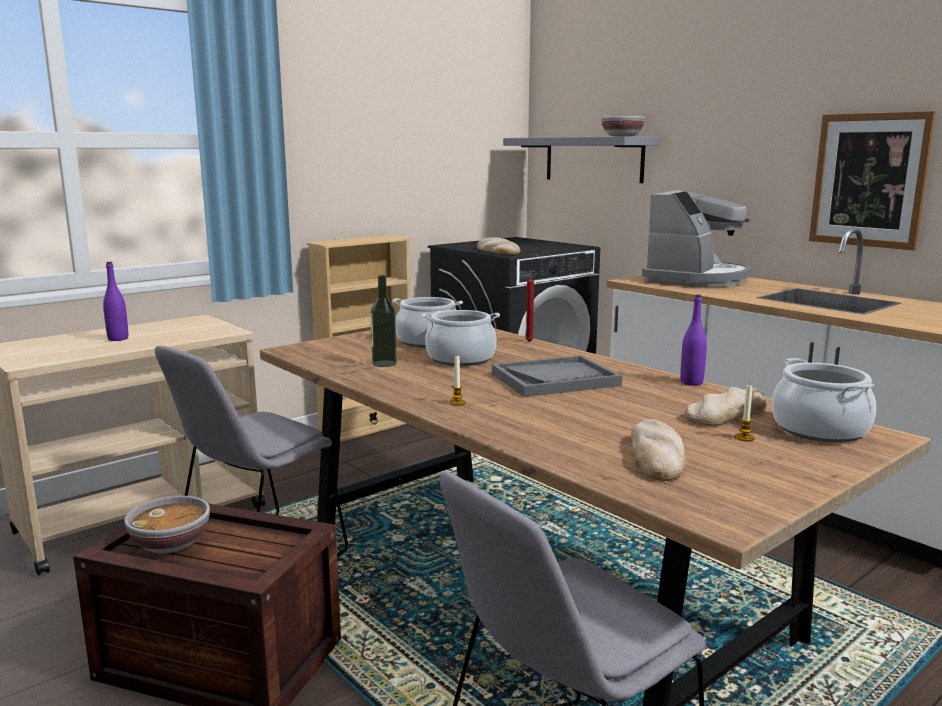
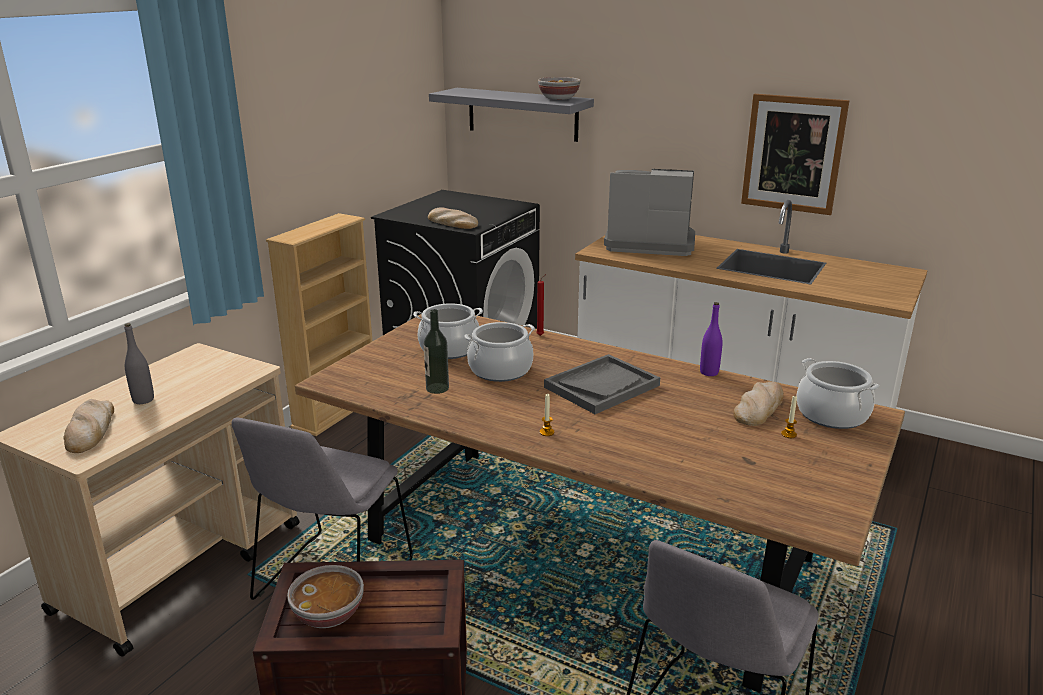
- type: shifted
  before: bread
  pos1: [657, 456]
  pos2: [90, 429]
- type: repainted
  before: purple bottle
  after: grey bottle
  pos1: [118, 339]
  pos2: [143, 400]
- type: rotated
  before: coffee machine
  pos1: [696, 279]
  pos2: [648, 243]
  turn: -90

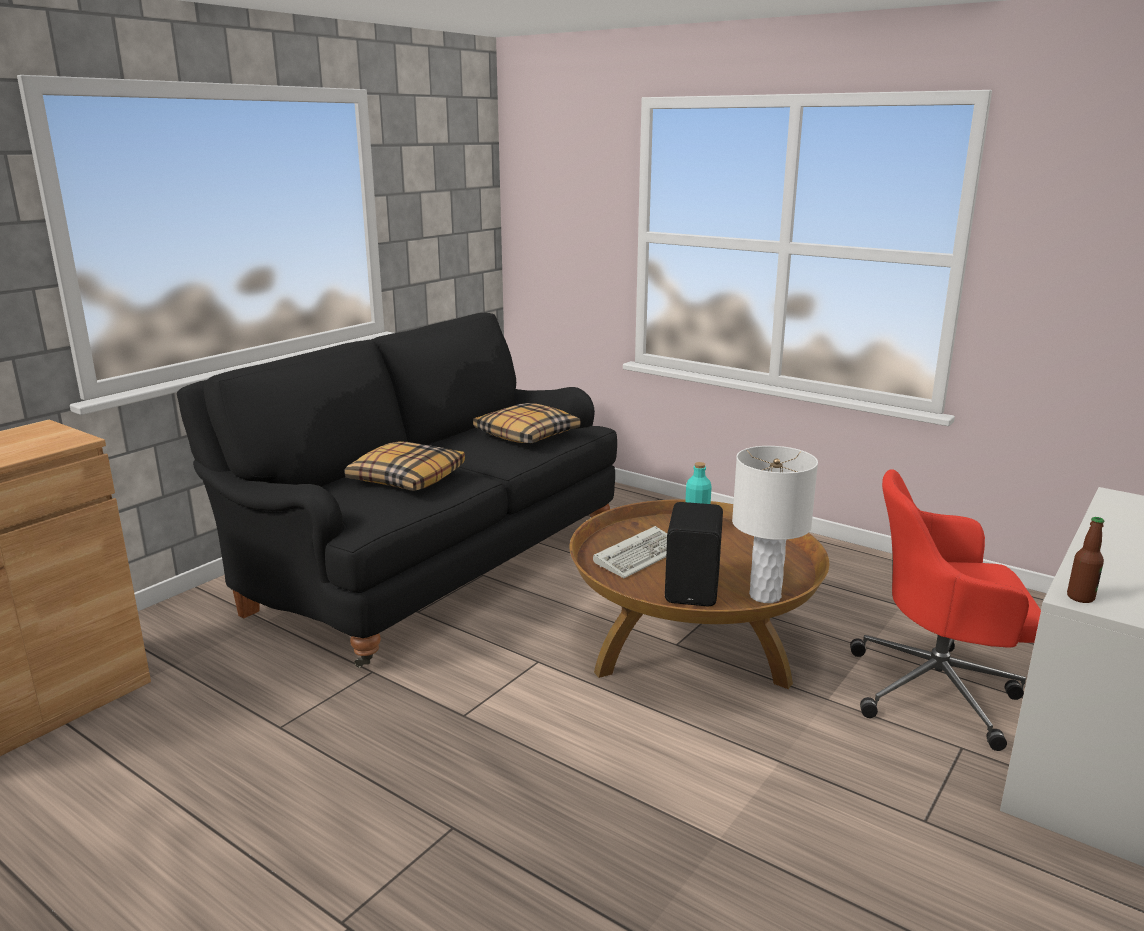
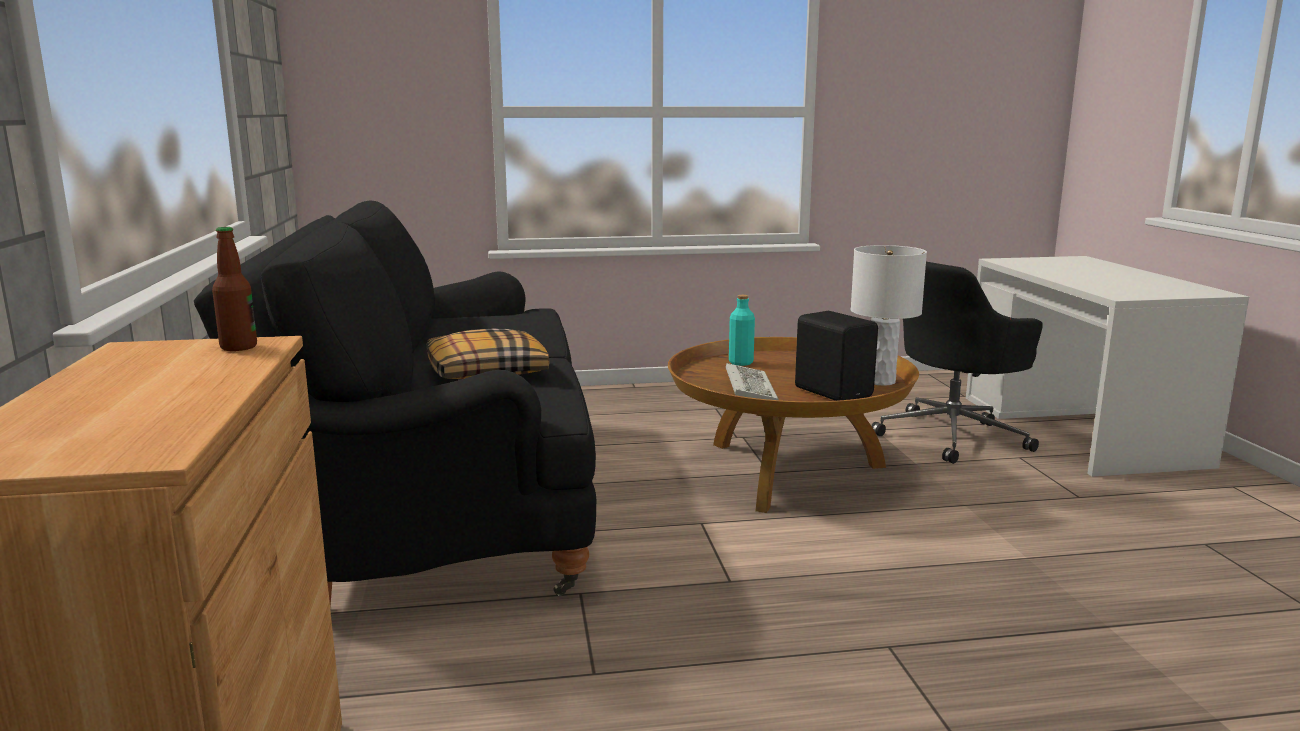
- type: shifted
  before: bottle
  pos1: [1080, 597]
  pos2: [238, 347]
- type: repainted
  before: red office chair
  after: black office chair
  pos1: [937, 691]
  pos2: [953, 436]
- type: gone
  before: pillow
  pos1: [526, 435]

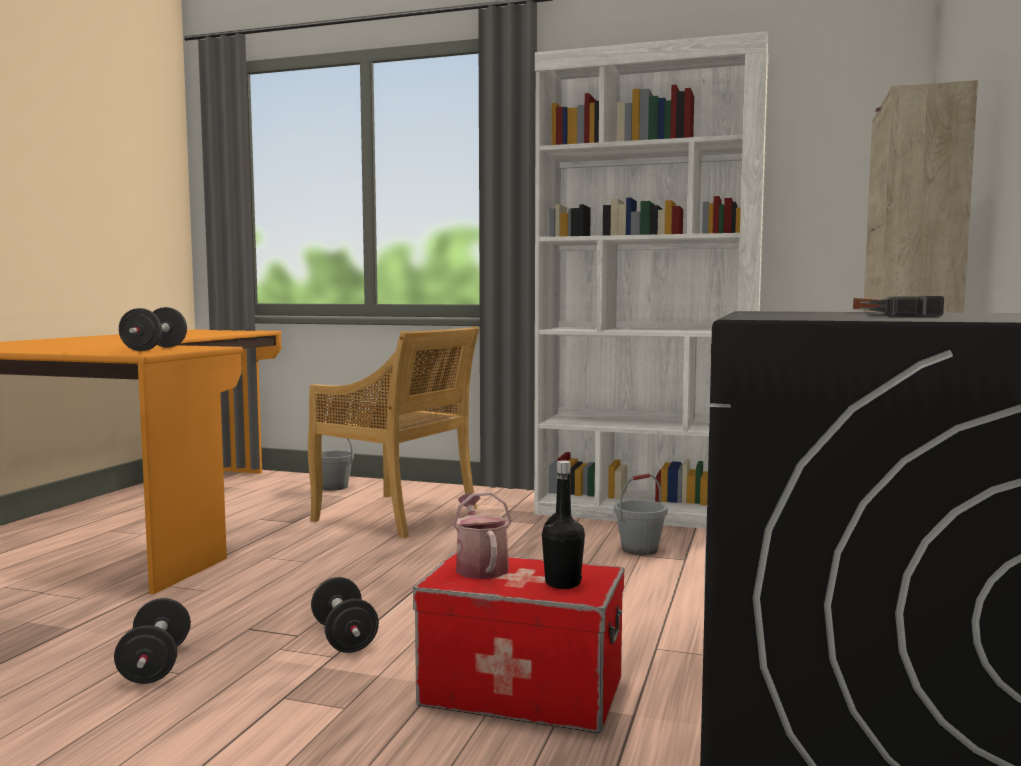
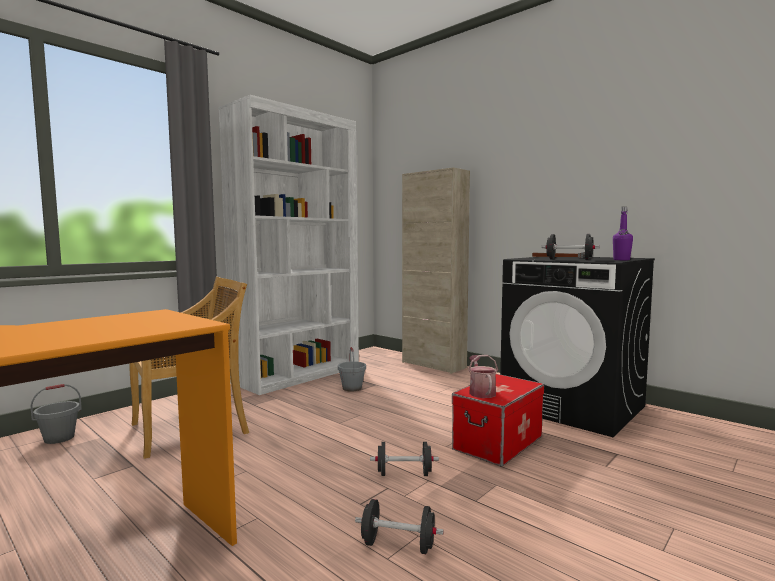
- type: rotated
  before: watering can
  pos1: [480, 566]
  pos2: [481, 392]
  turn: 75
- type: shifted
  before: black dumbbell
  pos1: [154, 349]
  pos2: [569, 259]
- type: new
  after: purple bottle
  pos2: [621, 260]
- type: gone
  before: black bottle
  pos1: [562, 583]

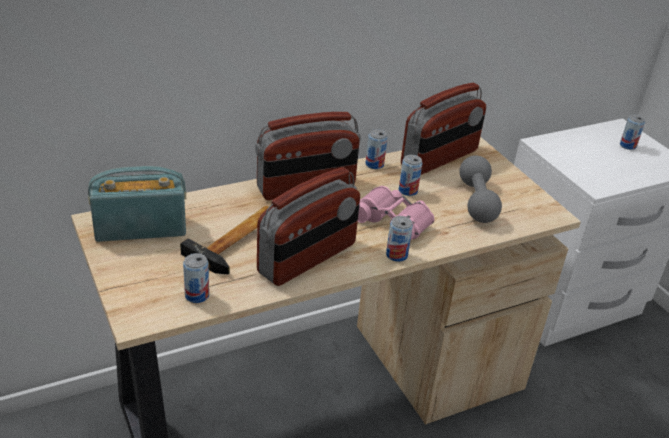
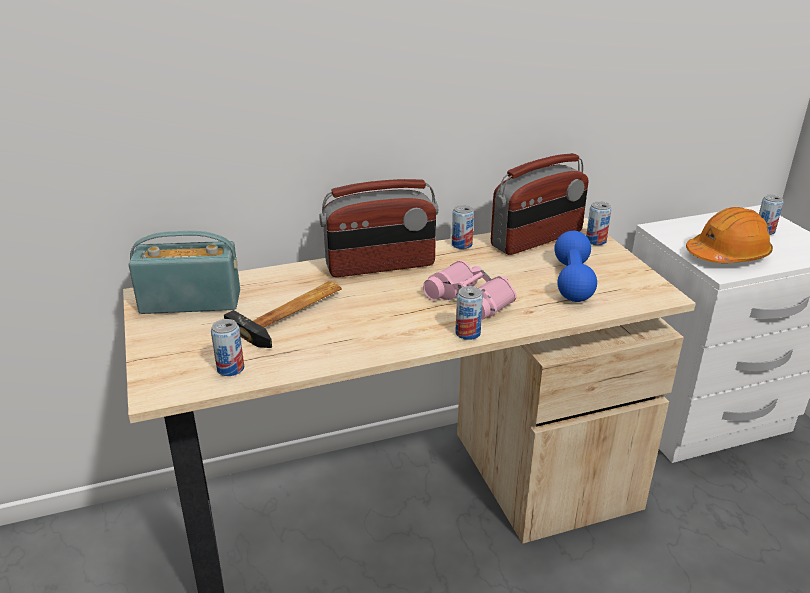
- type: repainted
  before: grey dumbbell
  after: blue dumbbell
  pos1: [477, 201]
  pos2: [572, 281]
- type: shifted
  before: can
  pos1: [408, 191]
  pos2: [596, 241]
- type: new
  after: orange hard hat
  pos2: [727, 255]
- type: gone
  before: radio
  pos1: [308, 259]

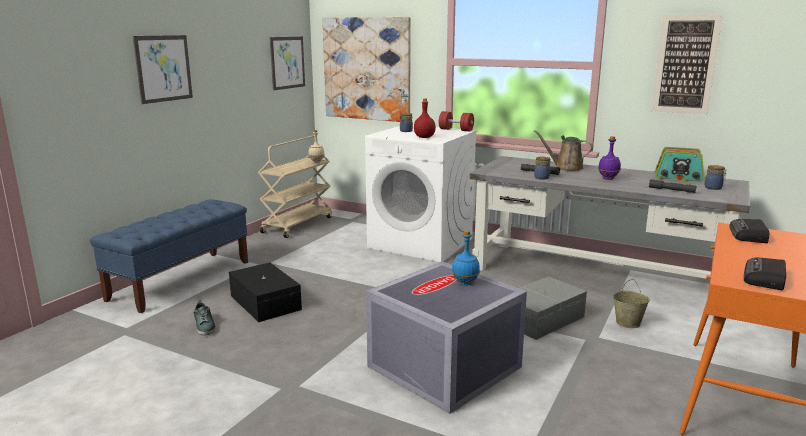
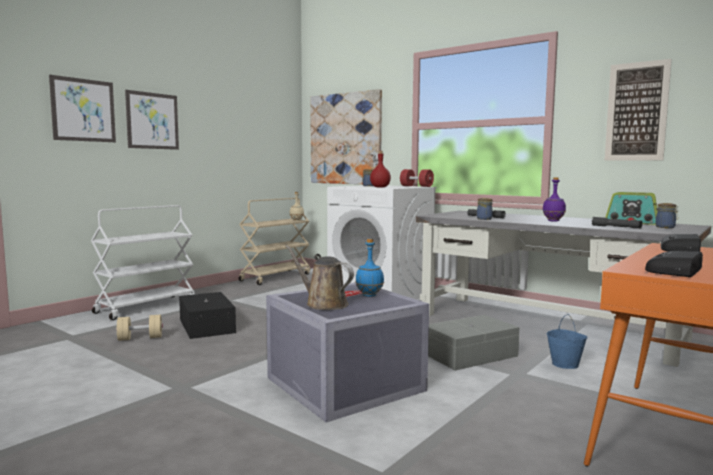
- type: shifted
  before: picture
  pos1: [287, 62]
  pos2: [83, 110]
- type: swapped
  before: blue bench
  after: white cart
  pos1: [181, 280]
  pos2: [146, 307]
- type: swapped
  before: shoe
  after: beige dumbbell
  pos1: [205, 326]
  pos2: [140, 338]
- type: shifted
  before: brown watering can
  pos1: [565, 167]
  pos2: [323, 304]
- type: repainted
  before: beige bucket
  after: blue bucket
  pos1: [628, 323]
  pos2: [565, 364]

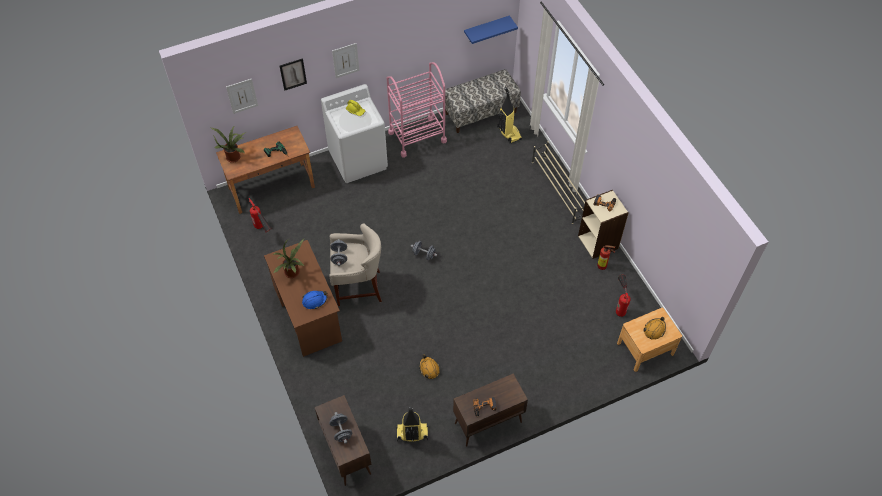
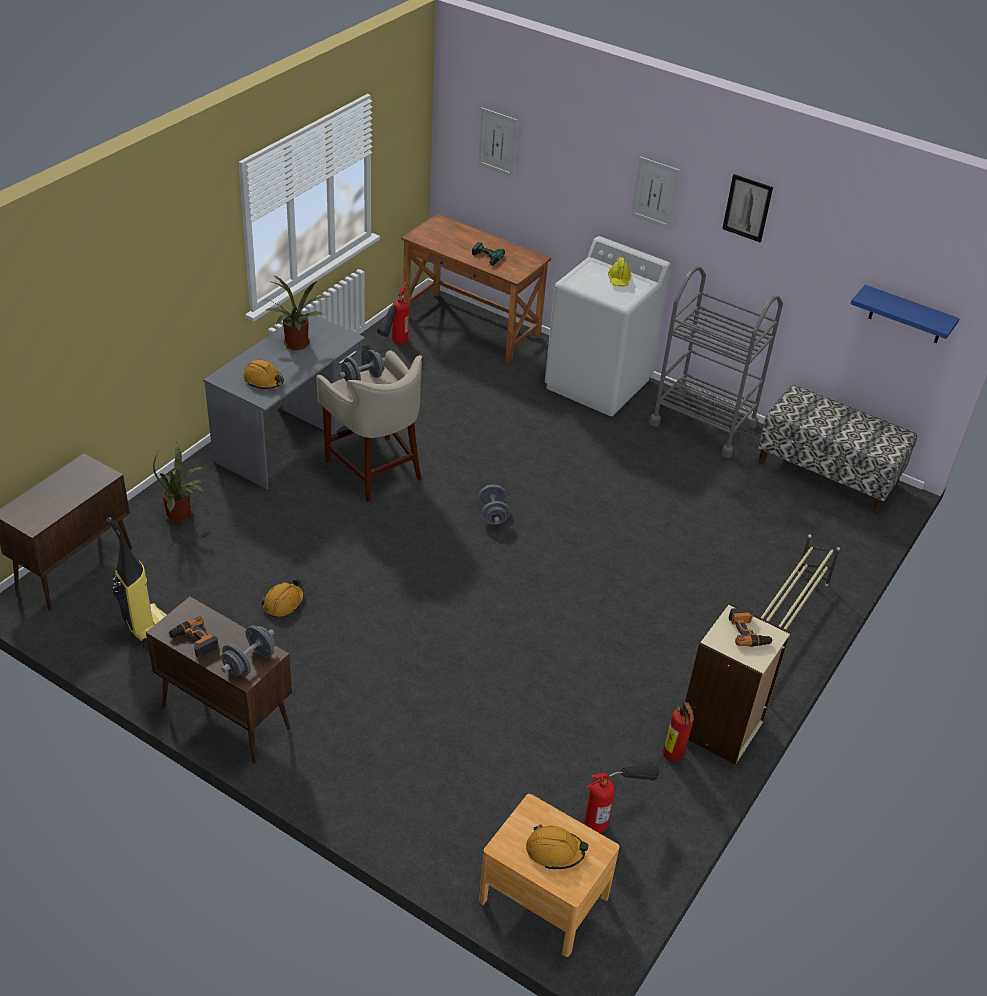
- type: shifted
  before: potted plant
  pos1: [234, 156]
  pos2: [182, 515]
- type: repainted
  before: brown desk
  after: grey desk
  pos1: [307, 313]
  pos2: [290, 438]
- type: shifted
  before: grey dumbbell
  pos1: [341, 431]
  pos2: [249, 662]
- type: repainted
  before: blue hard hat
  after: orange hard hat
  pos1: [314, 300]
  pos2: [263, 380]
- type: repainted
  before: pink cart
  after: grey cart
  pos1: [417, 137]
  pos2: [703, 424]
- type: shifted
  before: picture
  pos1: [293, 74]
  pos2: [747, 208]
- type: gone
  before: vacuum cleaner
  pos1: [508, 133]

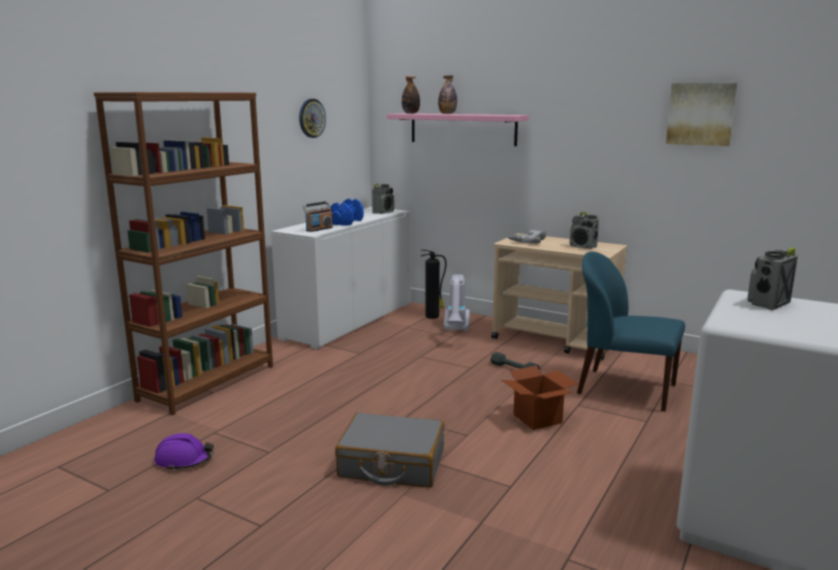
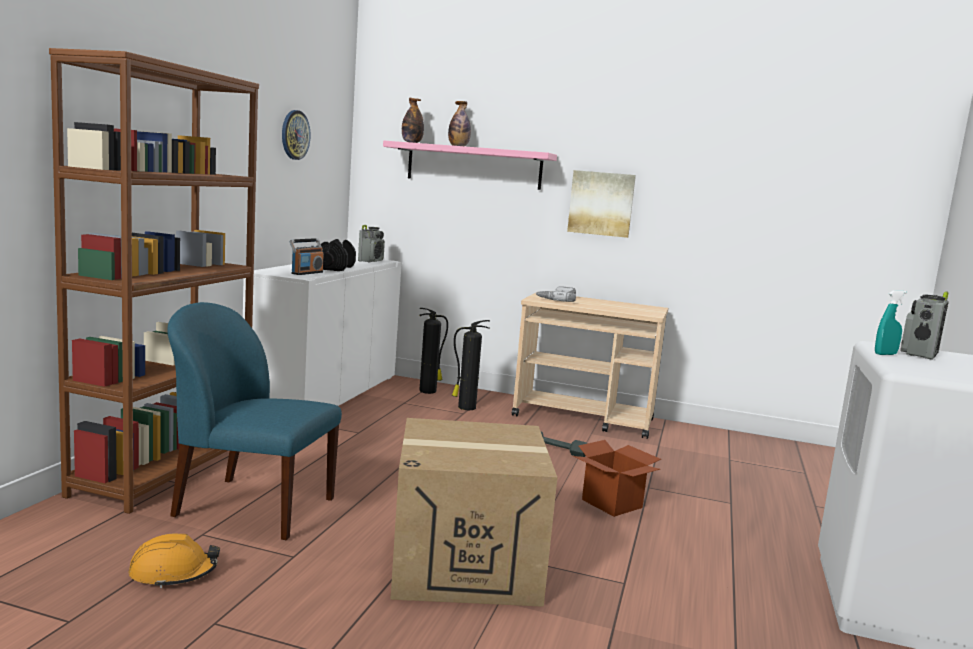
- type: repainted
  before: purple hard hat
  after: orange hard hat
  pos1: [184, 460]
  pos2: [173, 573]
- type: shifted
  before: blue chair
  pos1: [624, 389]
  pos2: [252, 507]
- type: repainted
  before: blue dumbbell
  after: black dumbbell
  pos1: [346, 222]
  pos2: [335, 268]
- type: swapped
  before: grey suitcase
  after: cardboard box
  pos1: [391, 464]
  pos2: [466, 564]
- type: swapped
  before: vacuum cleaner
  after: fire extinguisher
  pos1: [456, 331]
  pos2: [465, 407]
- type: shifted
  before: picture
  pos1: [700, 114]
  pos2: [601, 203]
- type: new
  after: turquoise spray bottle
  pos2: [885, 354]
- type: gone
  before: radio
  pos1: [583, 247]

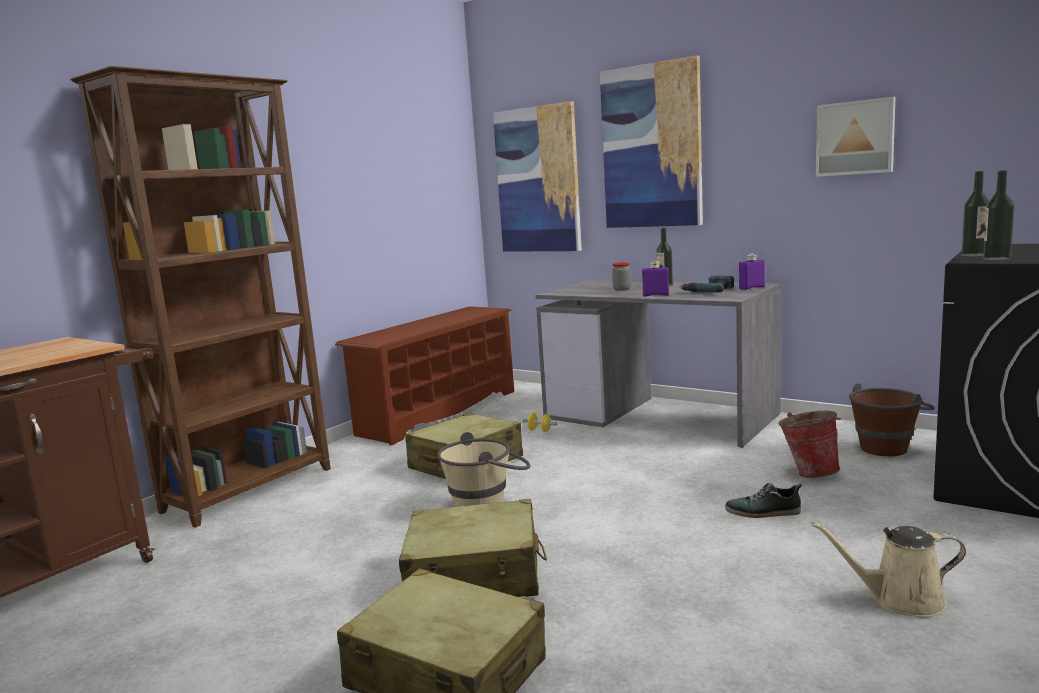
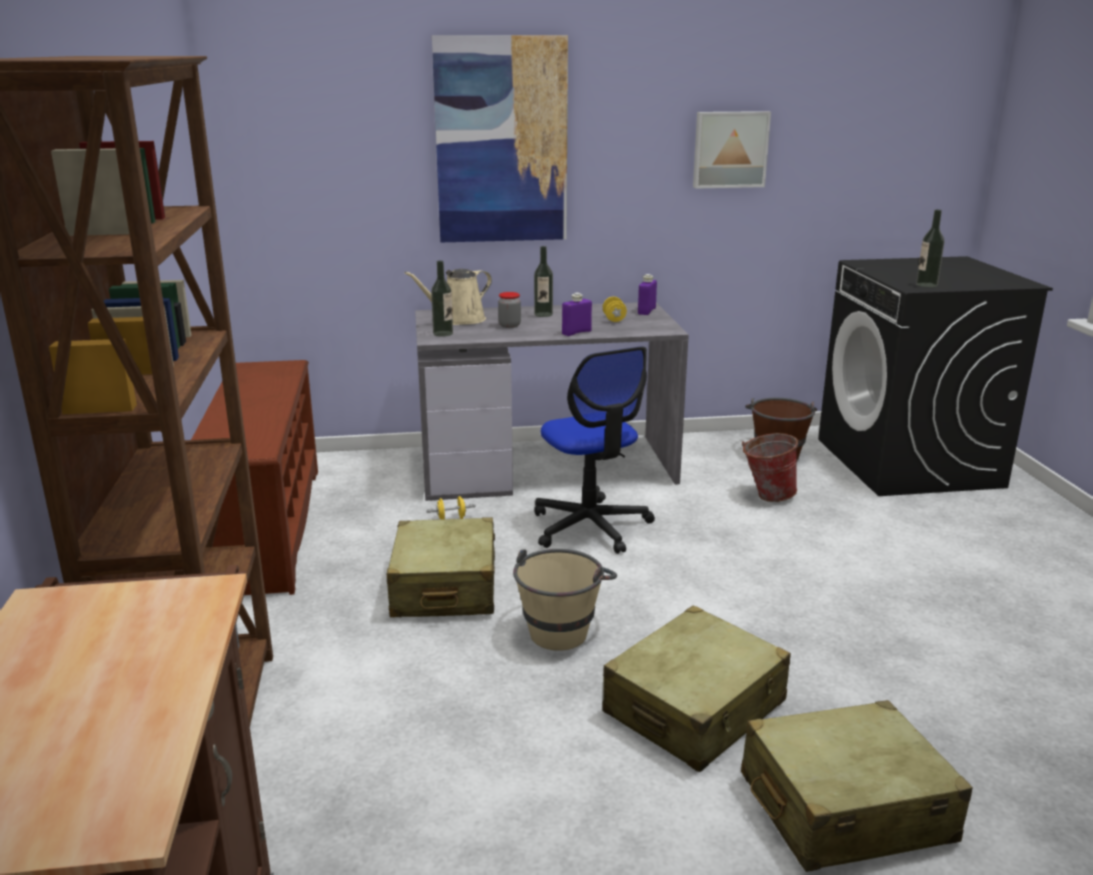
- type: shifted
  before: beige watering can
  pos1: [900, 600]
  pos2: [459, 320]
- type: shifted
  before: bottle
  pos1: [974, 255]
  pos2: [443, 333]
- type: new
  after: office chair
  pos2: [590, 527]
- type: swapped
  before: power drill
  after: yellow dumbbell
  pos1: [709, 290]
  pos2: [614, 319]
- type: gone
  before: picture
  pos1: [538, 180]
- type: gone
  before: shoe
  pos1: [763, 512]

